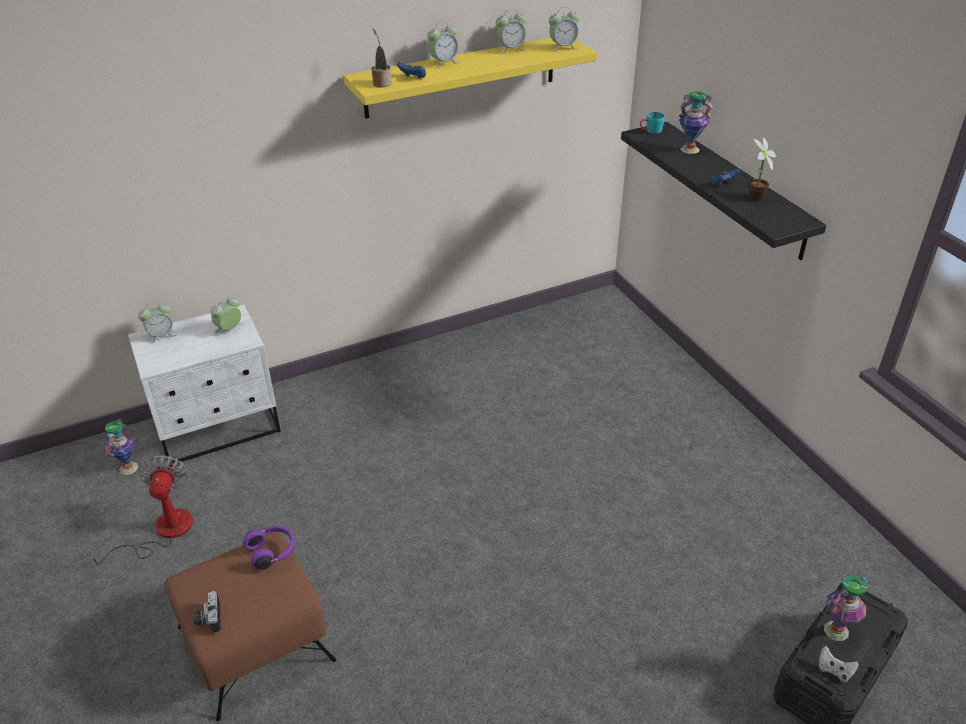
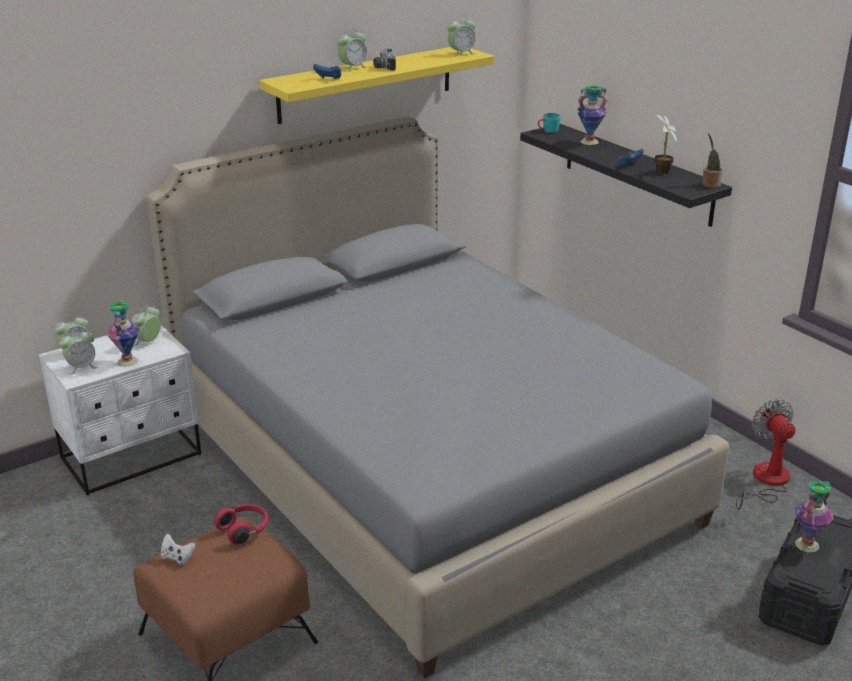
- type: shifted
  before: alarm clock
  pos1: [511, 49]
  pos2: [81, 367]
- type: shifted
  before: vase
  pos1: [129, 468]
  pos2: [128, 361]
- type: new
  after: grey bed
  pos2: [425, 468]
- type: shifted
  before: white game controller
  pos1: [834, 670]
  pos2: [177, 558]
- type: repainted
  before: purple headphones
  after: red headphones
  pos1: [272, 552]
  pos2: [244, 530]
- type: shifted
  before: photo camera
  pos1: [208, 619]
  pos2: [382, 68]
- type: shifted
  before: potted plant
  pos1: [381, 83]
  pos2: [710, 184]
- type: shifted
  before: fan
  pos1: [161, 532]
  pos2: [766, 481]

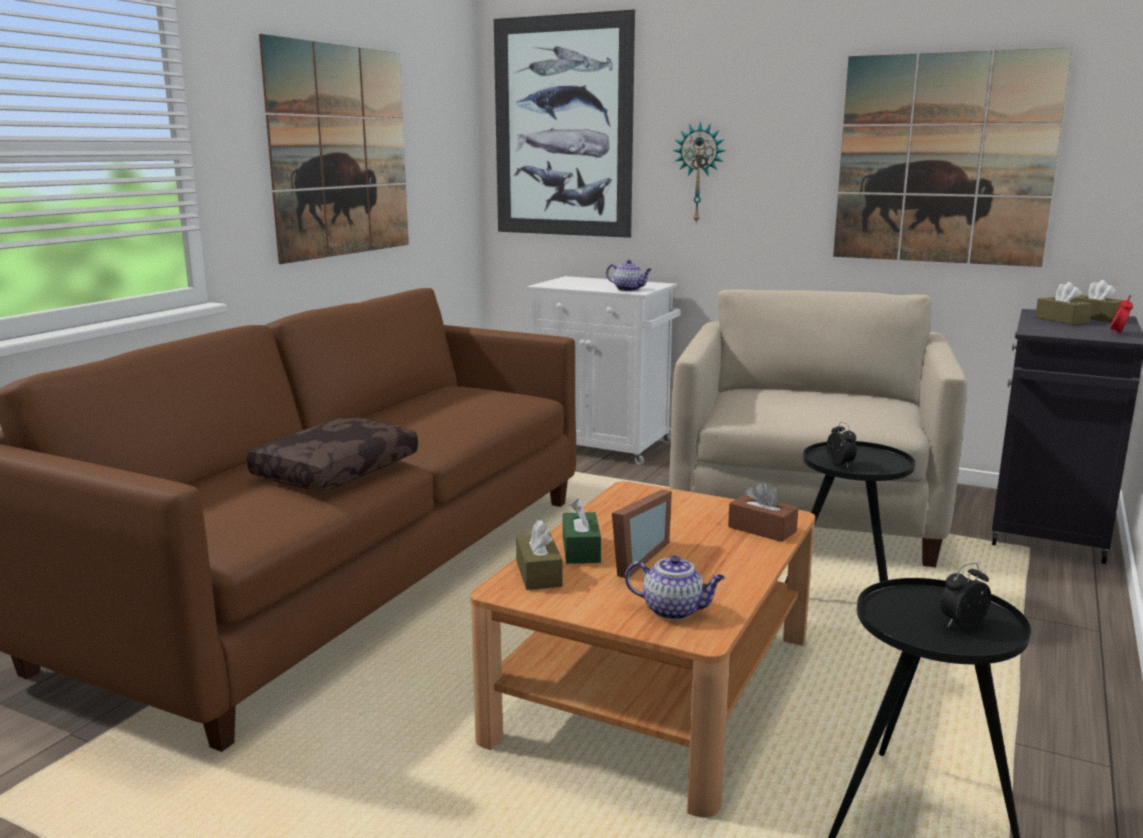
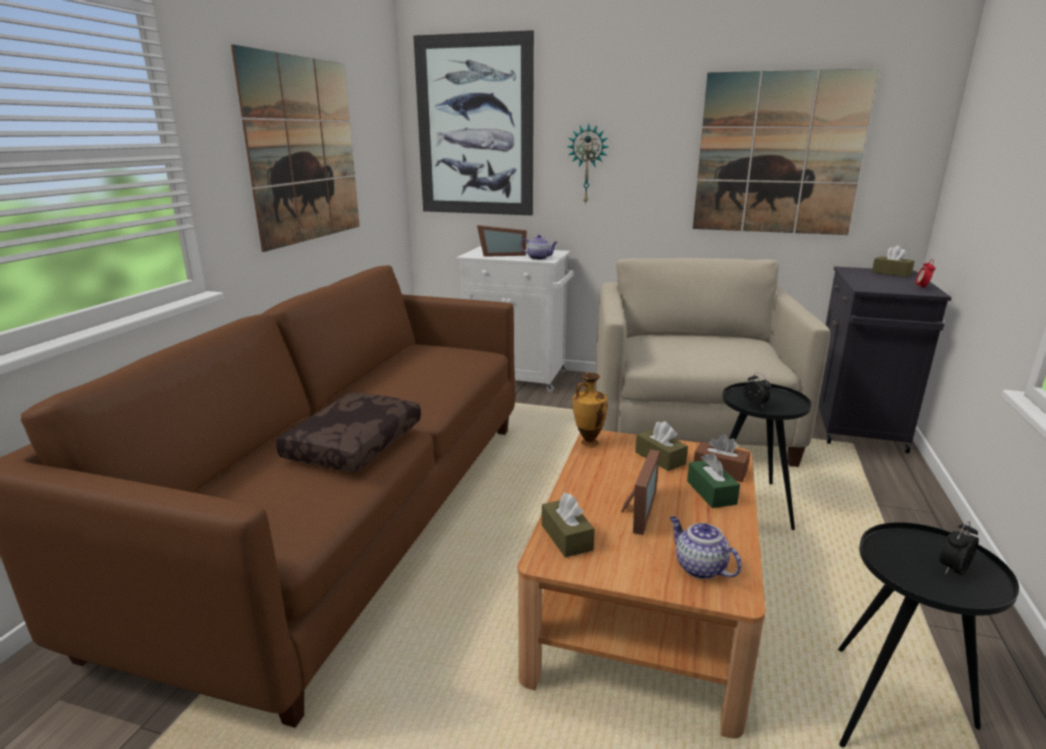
- type: new
  after: picture frame
  pos2: [501, 254]
- type: new
  after: vase
  pos2: [588, 443]
- type: shifted
  before: brown tissue box
  pos1: [1061, 320]
  pos2: [660, 458]
- type: rotated
  before: teapot
  pos1: [674, 610]
  pos2: [699, 567]
  turn: -135
- type: shifted
  before: green tissue box
  pos1: [581, 550]
  pos2: [711, 492]

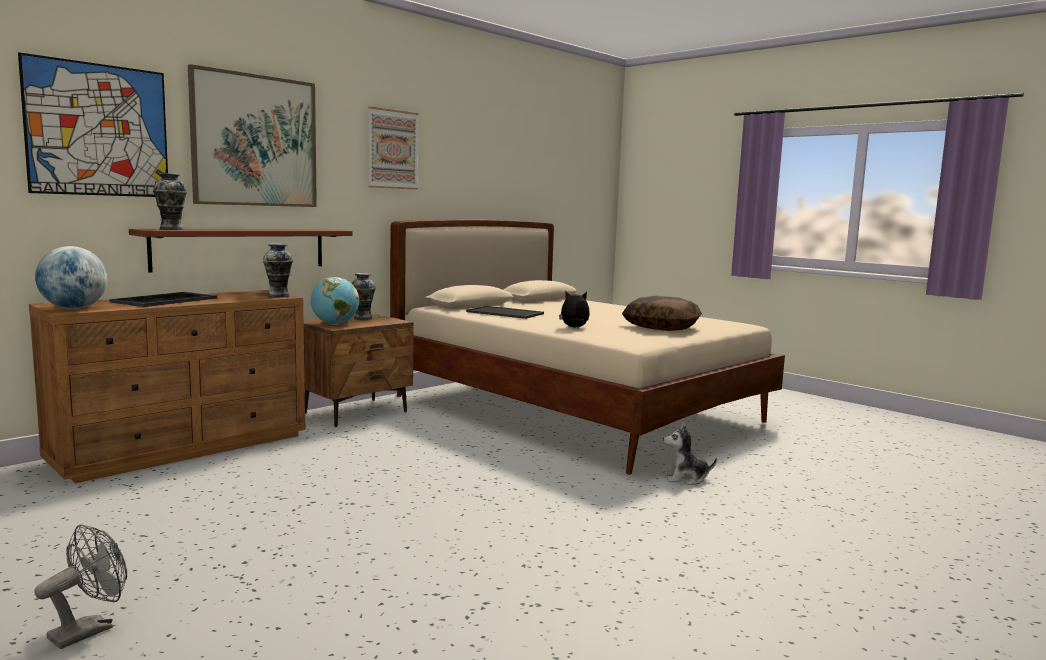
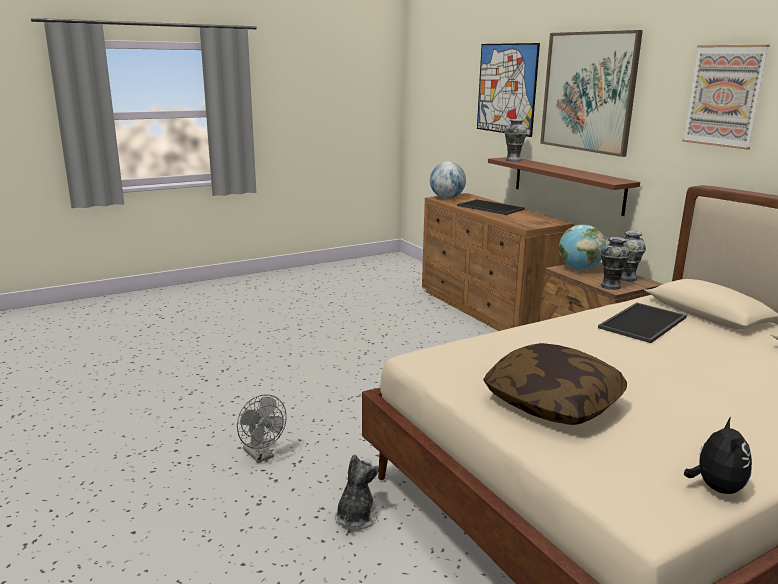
- type: shifted
  before: grey fan
  pos1: [89, 629]
  pos2: [261, 455]
- type: shifted
  before: vase
  pos1: [279, 296]
  pos2: [611, 286]
- type: shifted
  before: plush toy
  pos1: [574, 327]
  pos2: [715, 487]

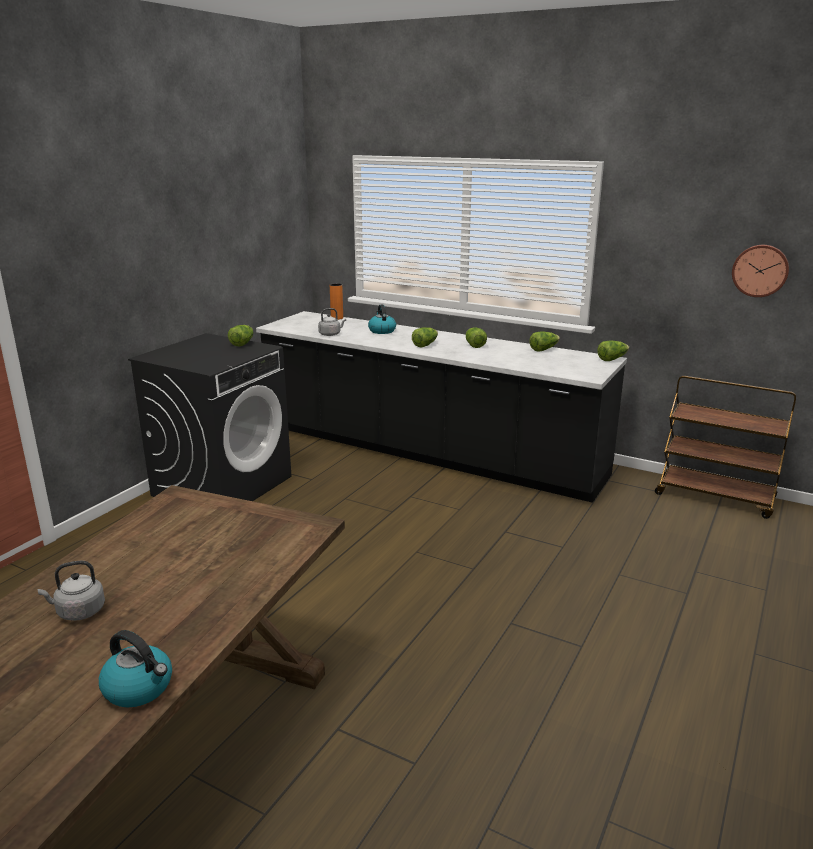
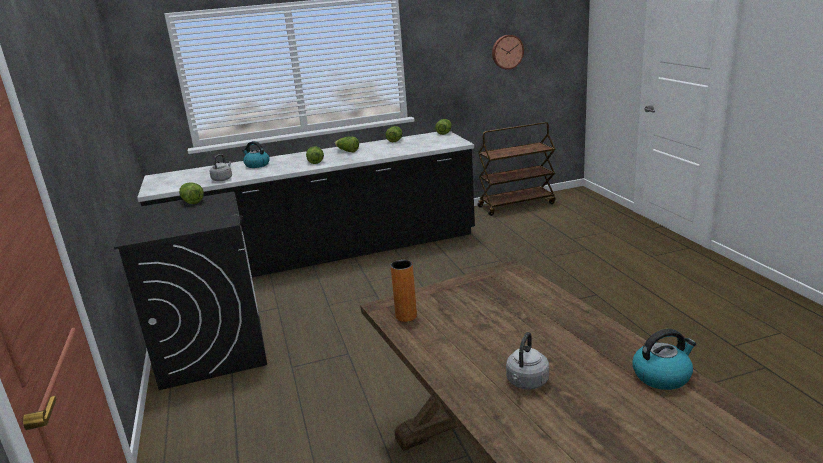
- type: shifted
  before: orange vase
  pos1: [337, 318]
  pos2: [406, 316]

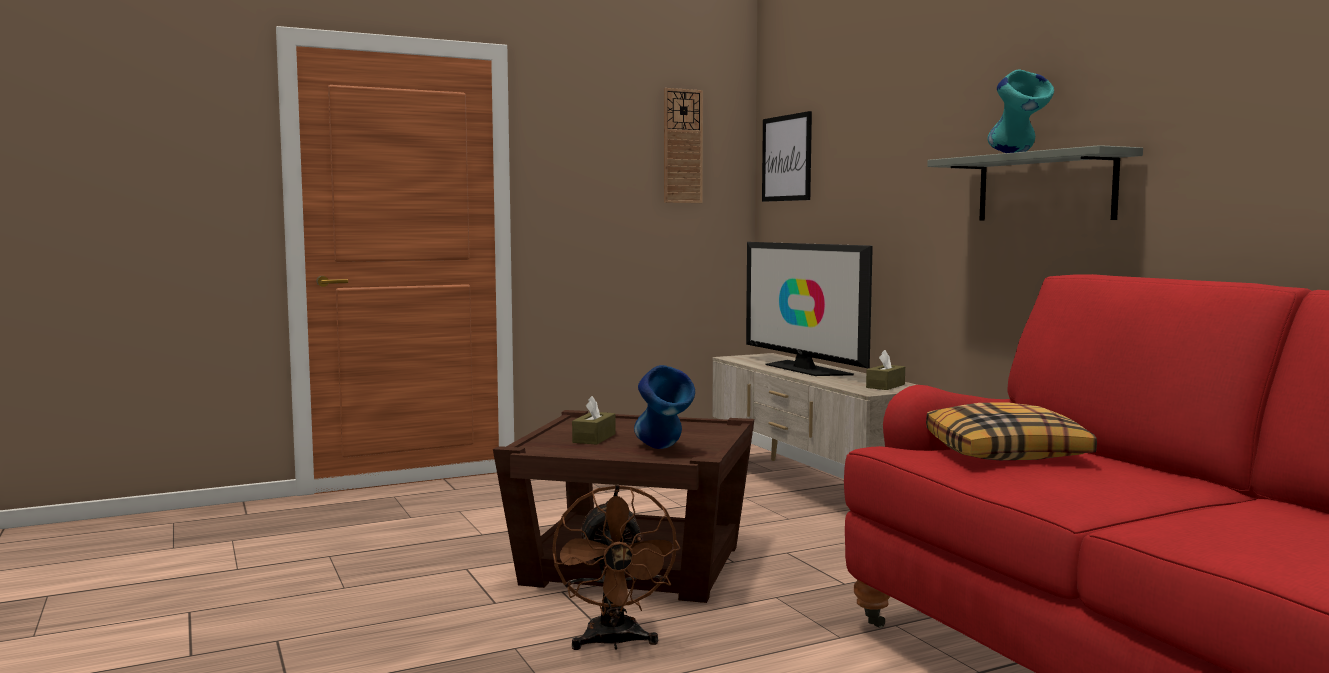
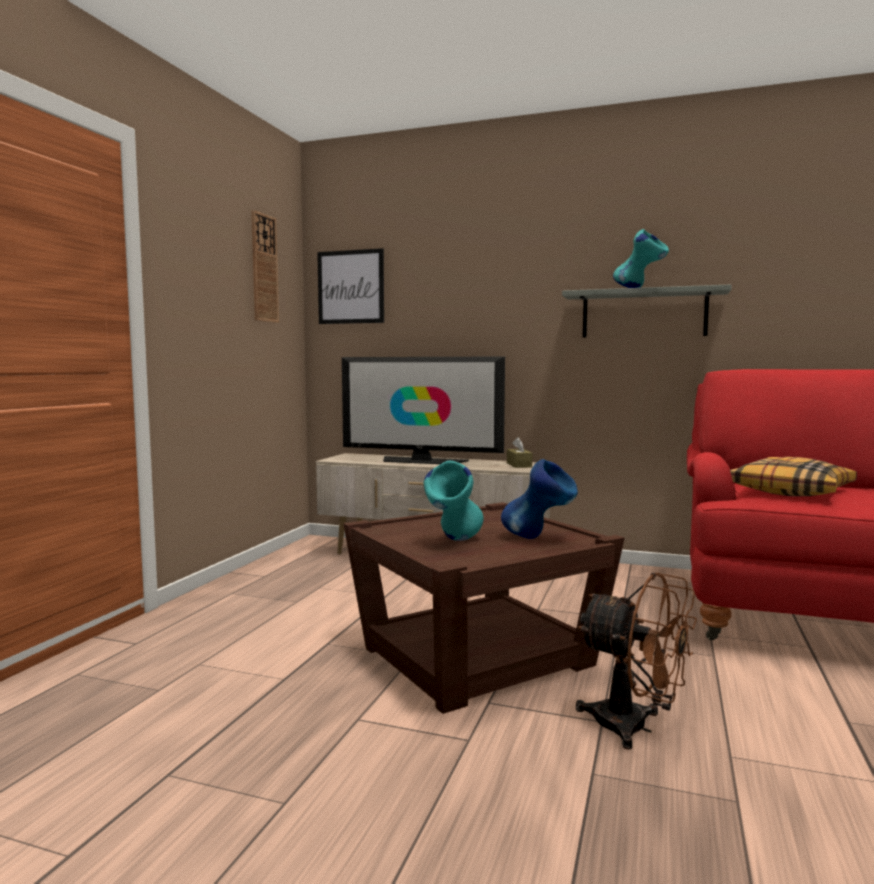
- type: swapped
  before: brown tissue box
  after: turquoise vase
  pos1: [594, 438]
  pos2: [454, 542]

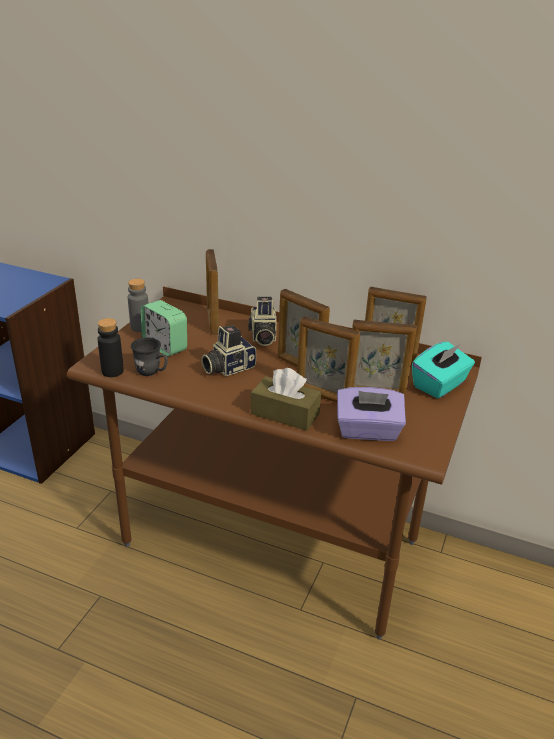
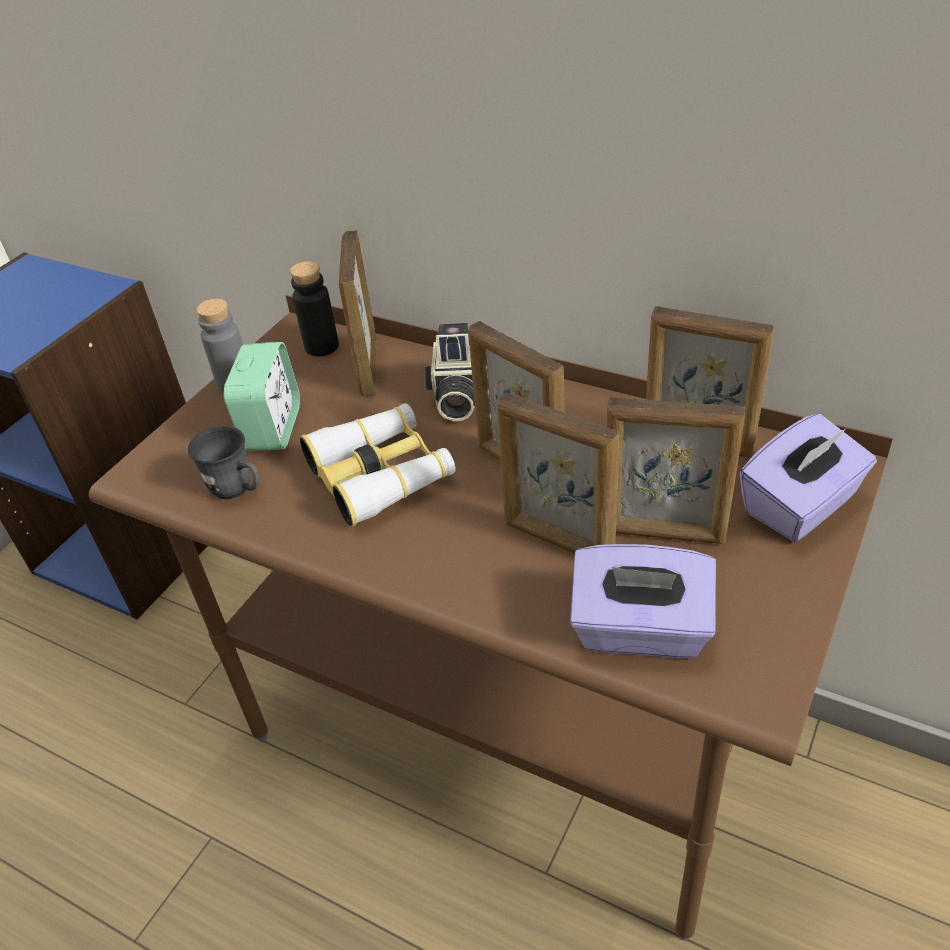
- type: rotated
  before: alarm clock
  pos1: [165, 346]
  pos2: [272, 428]
  turn: -135
- type: shifted
  before: black bottle
  pos1: [112, 371]
  pos2: [322, 346]
- type: swapped
  before: photo camera
  after: binoculars
  pos1: [227, 367]
  pos2: [380, 474]
- type: repainted
  before: turquoise tissue box
  after: purple tissue box
  pos1: [440, 385]
  pos2: [801, 506]
- type: gone
  before: brown tissue box
  pos1: [285, 414]

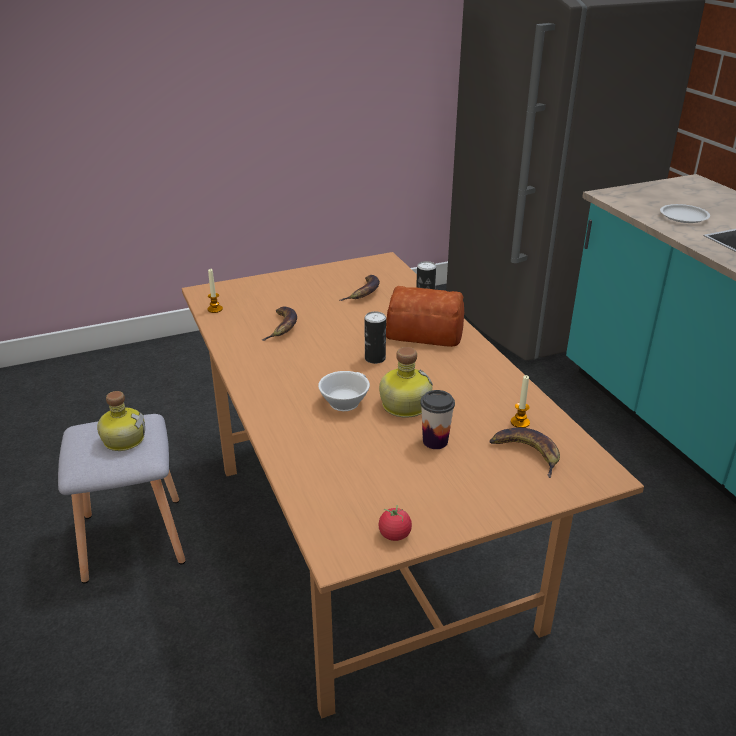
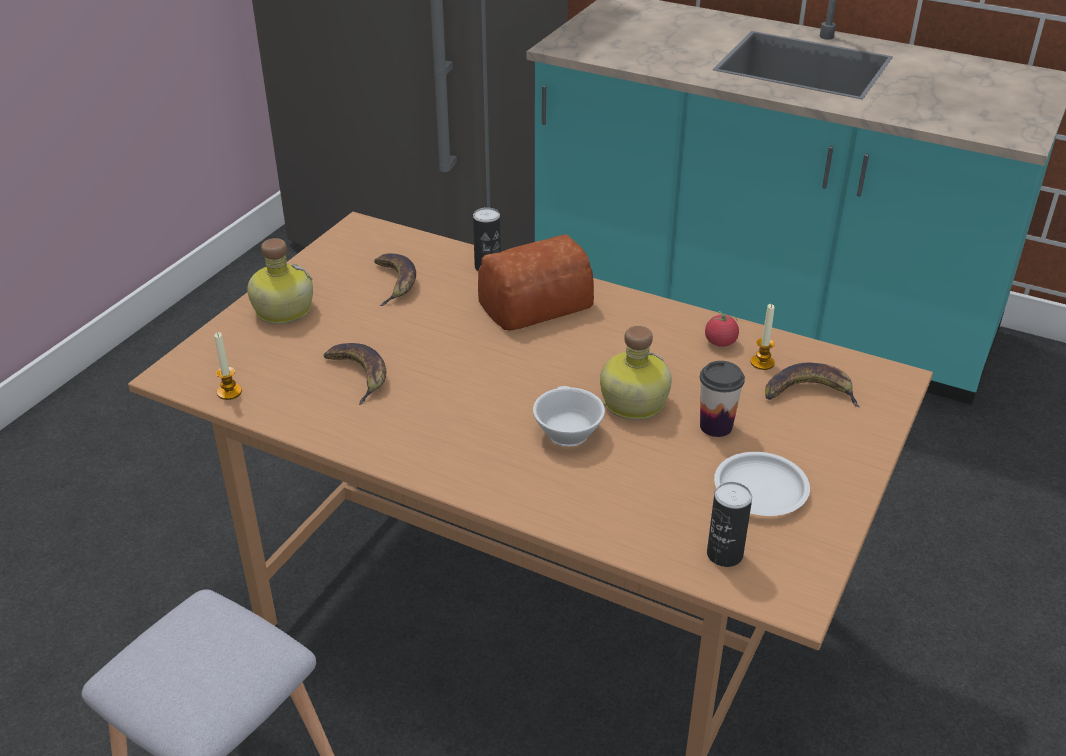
- type: shifted
  before: bottle
  pos1: [123, 439]
  pos2: [281, 309]
- type: shifted
  before: tomato
  pos1: [394, 534]
  pos2: [720, 342]
- type: shifted
  before: can
  pos1: [375, 358]
  pos2: [724, 554]
- type: shifted
  before: white plate
  pos1: [684, 217]
  pos2: [761, 490]

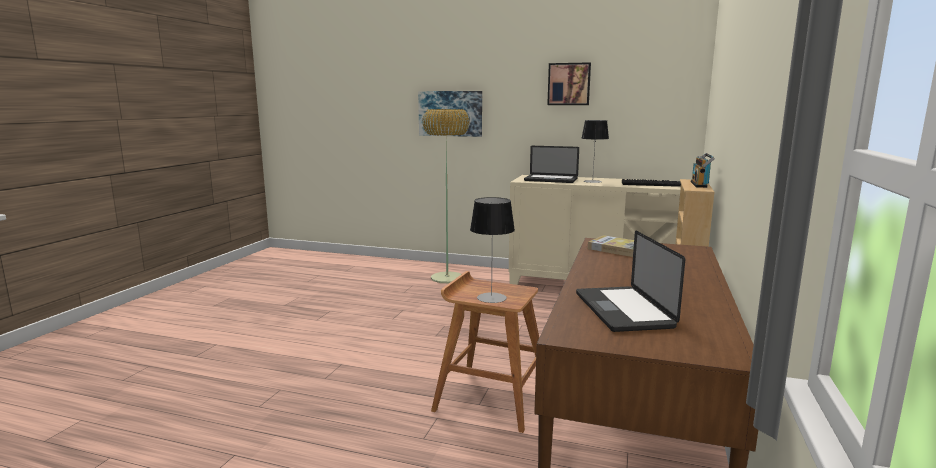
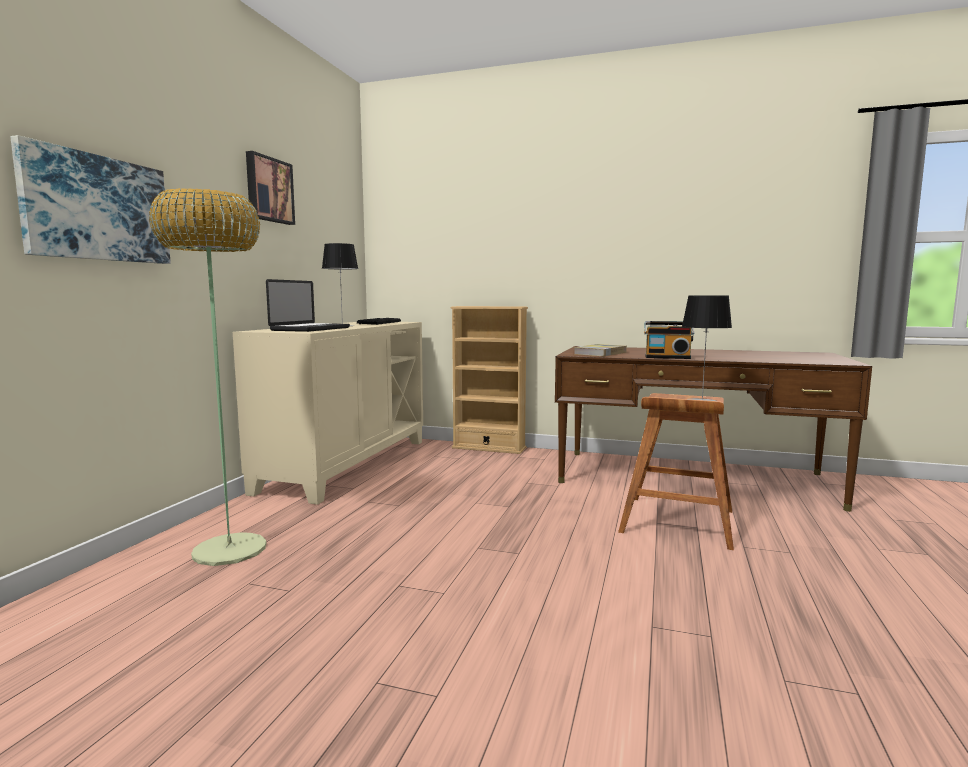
- type: shifted
  before: radio
  pos1: [700, 185]
  pos2: [667, 357]
- type: gone
  before: laptop
  pos1: [623, 310]

